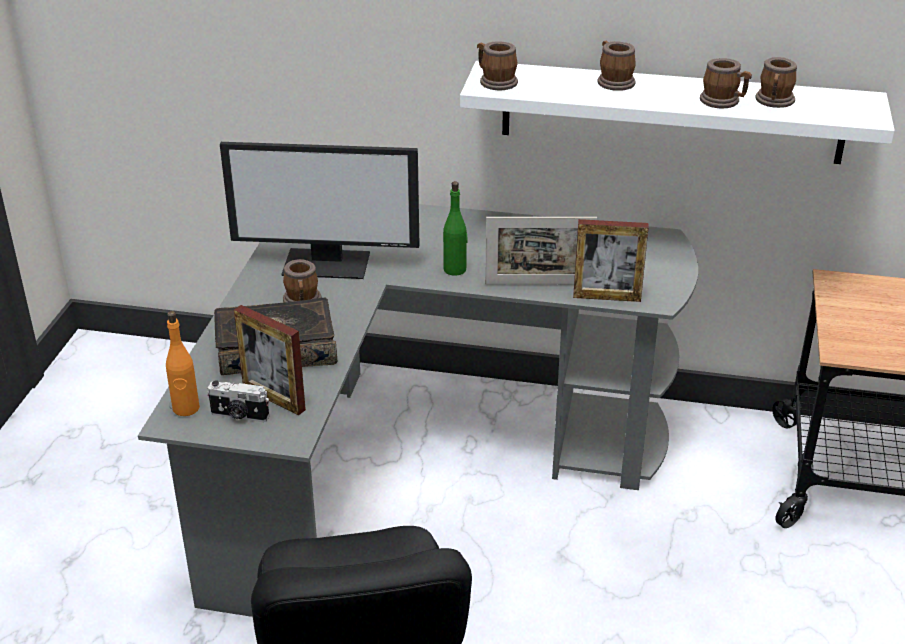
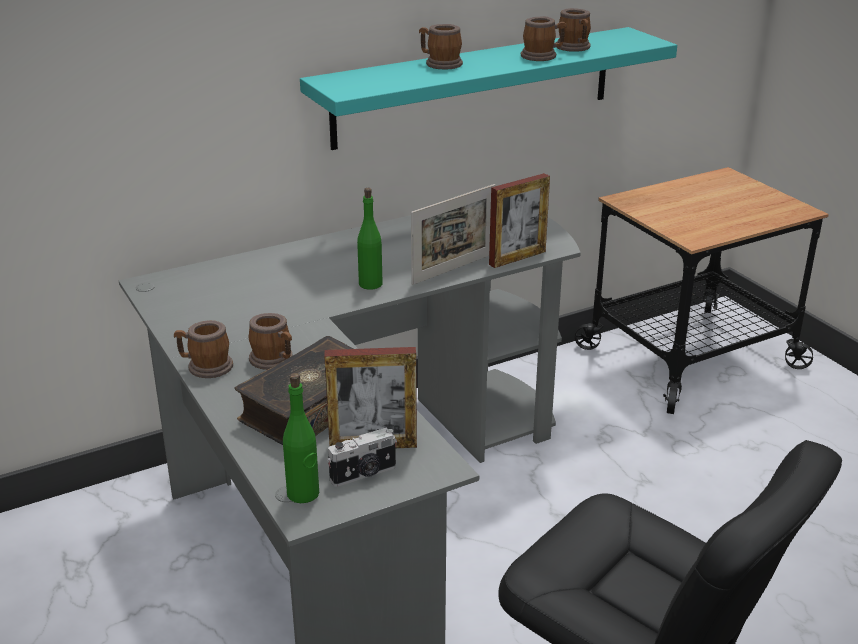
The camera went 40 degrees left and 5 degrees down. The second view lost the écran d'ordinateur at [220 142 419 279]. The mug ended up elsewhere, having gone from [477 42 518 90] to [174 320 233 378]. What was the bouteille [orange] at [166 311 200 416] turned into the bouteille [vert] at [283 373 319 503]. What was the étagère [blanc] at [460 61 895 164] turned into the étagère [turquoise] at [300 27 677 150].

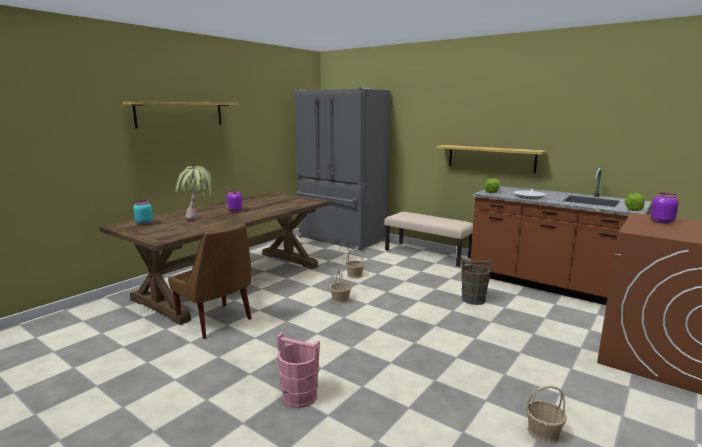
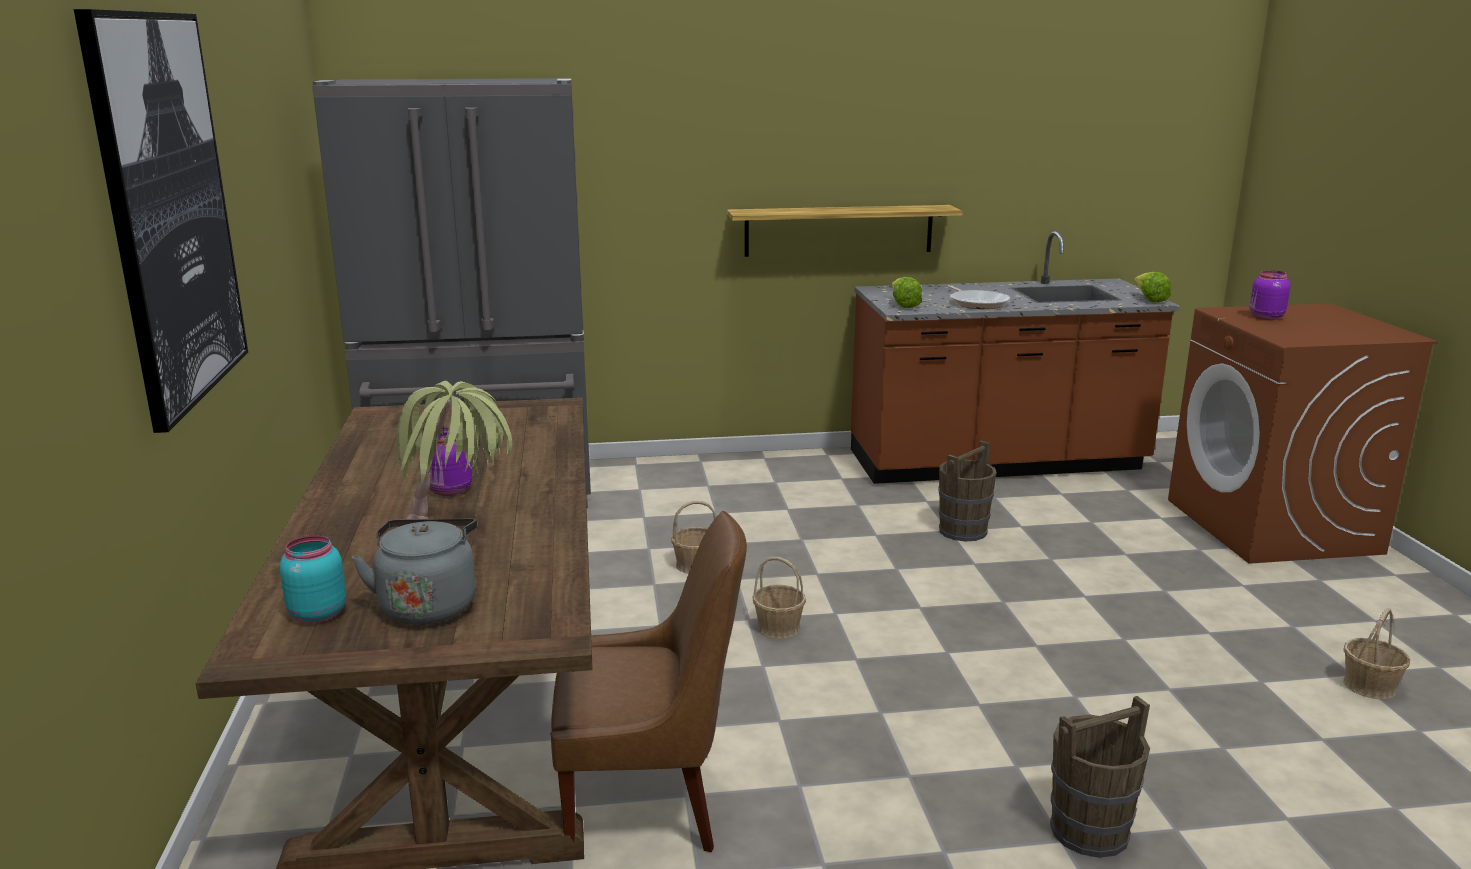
The camera went 45 degrees left and 5 degrees up. The second view lost the banc [beige] at [384 212 473 267]. The second view gained the bouilloire [gris] at [352 519 477 625]. Where the étagère hung at [123 102 238 128], the tableau came to hang at [74 9 248 433]. What was the seau [rose] at [277 333 320 408] turned into the seau [marron] at [1050 696 1150 858].

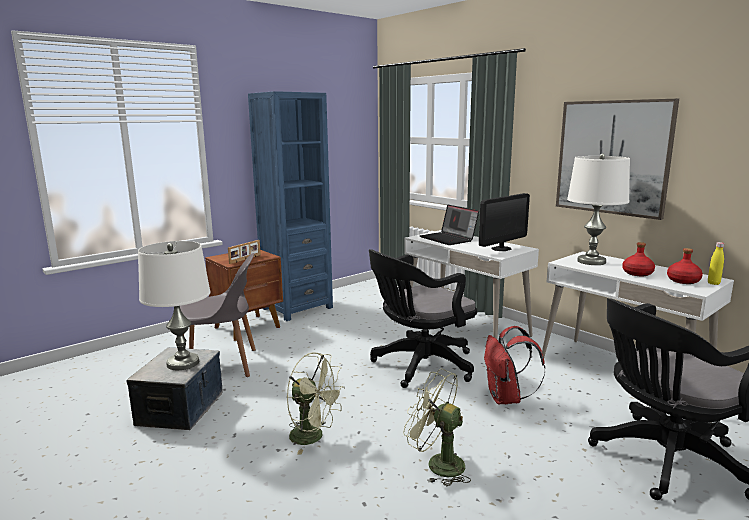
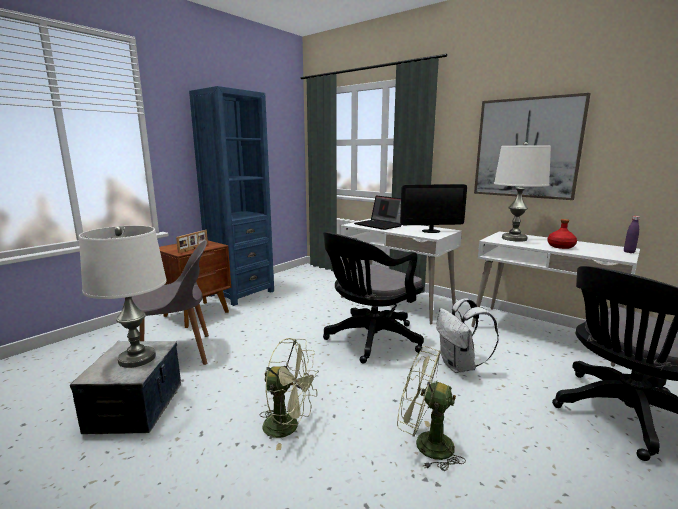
The camera went 10 degrees left and 0 degrees up. The second view lost the bouteille [rouge] at [667 248 703 284]. What was the sac à dos [rouge] at [484 326 545 405] turned into the sac à dos [blanc] at [436 298 499 373]. What was the bouteille [jaune] at [708 242 724 285] turned into the bouteille [violet] at [624 216 640 253]. The écran d'ordinateur at [479 193 530 251] ended up facing another way, 45 degrees clockwise from before.

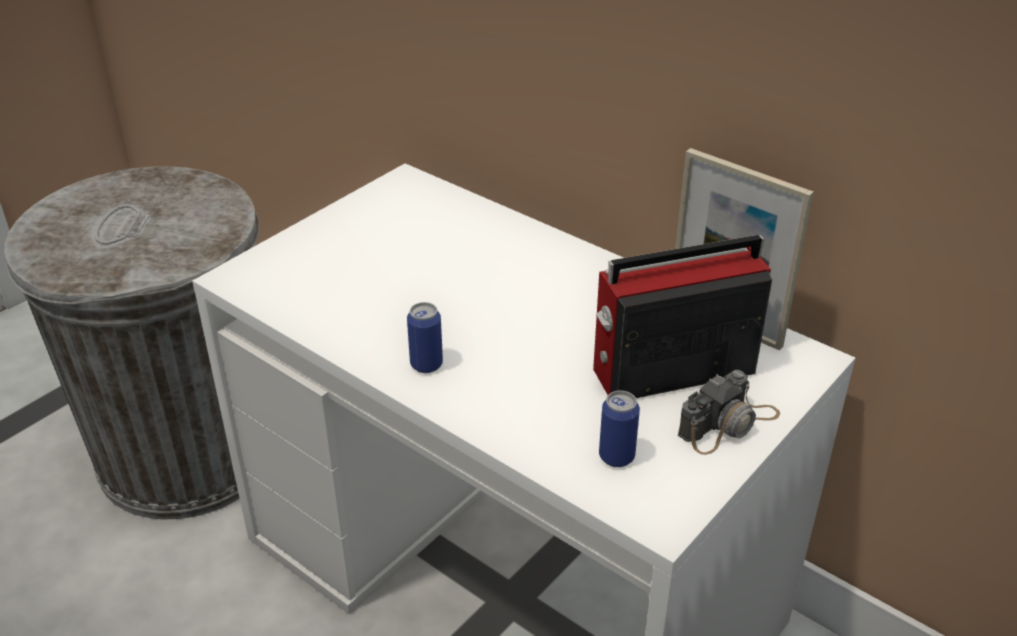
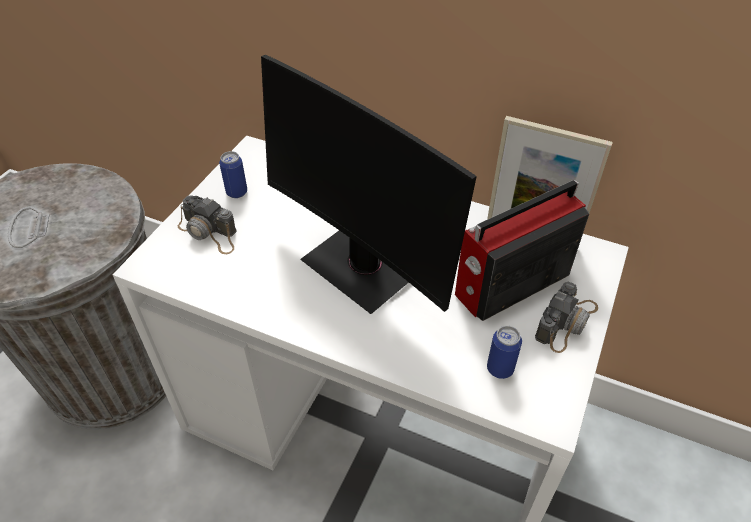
The camera went 15 degrees left and 10 degrees up. The second view gained the appareil photo at [178 196 237 254]. The second view gained the écran d'ordinateur at [261 55 477 314]. The boîte métallique ended up elsewhere, having gone from [407 302 443 373] to [219 151 247 198].

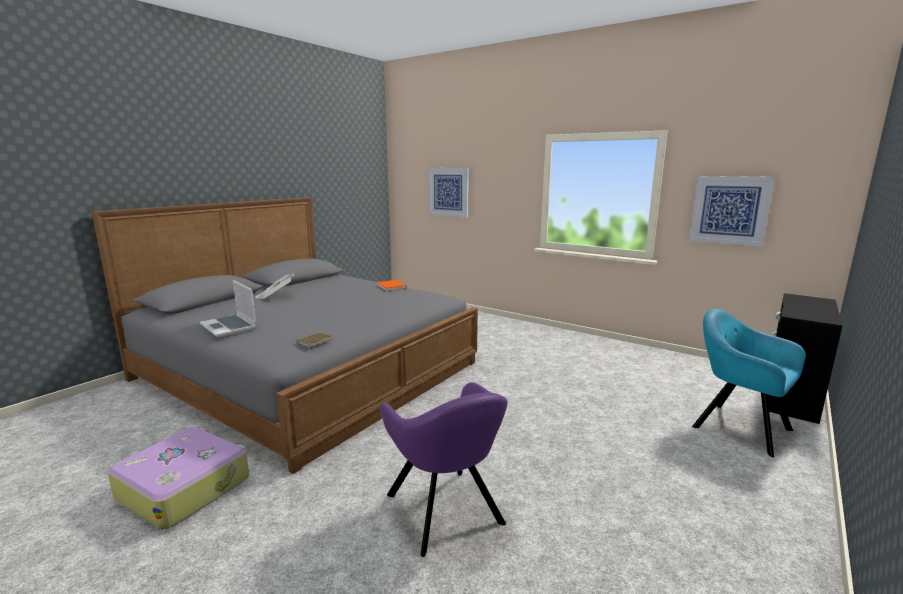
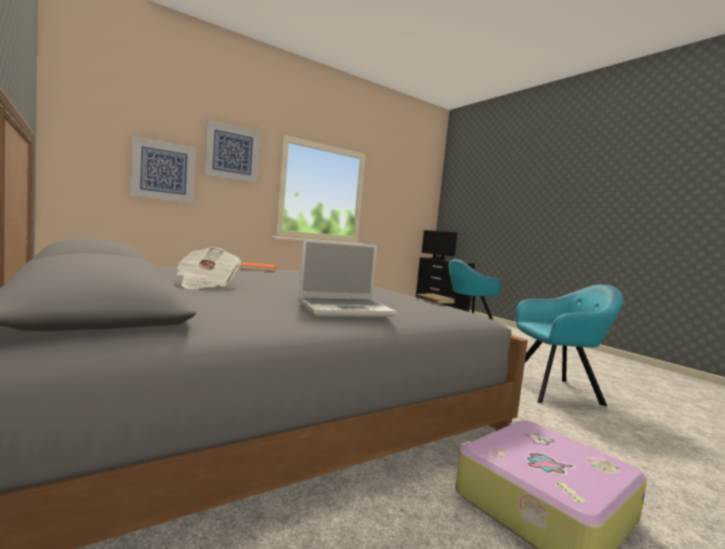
The camera went 70 degrees left and 10 degrees down. The second view gained the écran d'ordinateur at [422 230 457 260]. The tableau ended up elsewhere, having gone from [689 176 775 246] to [204 119 260 183]. What was the fauteuil [violet] at [380 382 508 557] turned into the fauteuil [turquoise] at [516 284 623 406].

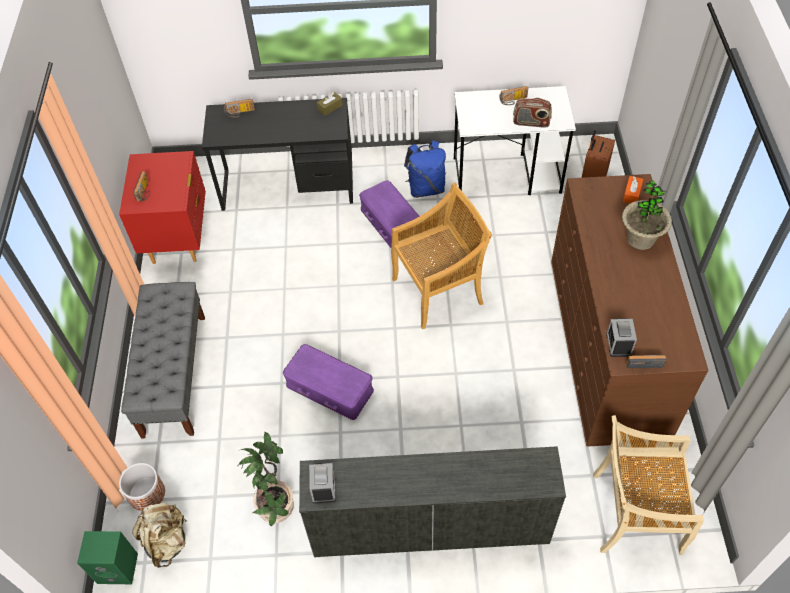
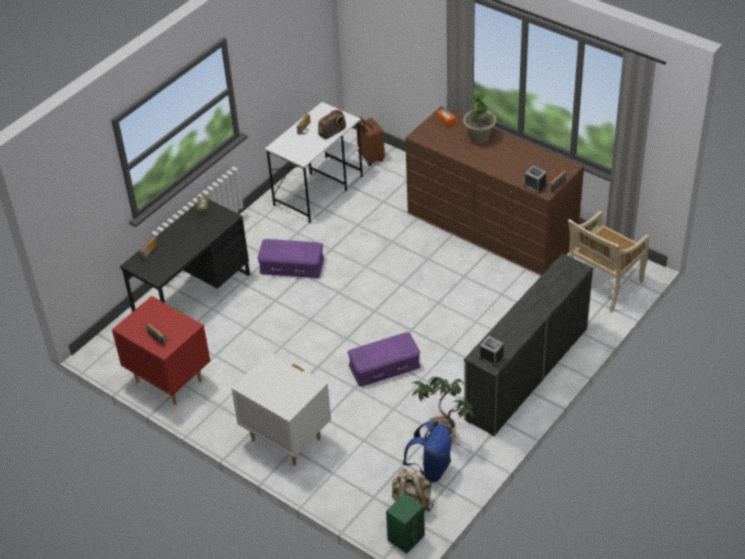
The camera went 50 degrees left and 10 degrees down. The second view lost the cache-pot at [119 463 165 511]. The second view lost the chaise [beige] at [391 183 492 329]. The sac à dos [bleu] ended up elsewhere, having gone from [404 140 446 198] to [403 422 452 483]. Where the banc [gris] stood at [121 282 205 439], the table de chevet [blanc] came to stand at [231 351 331 466].

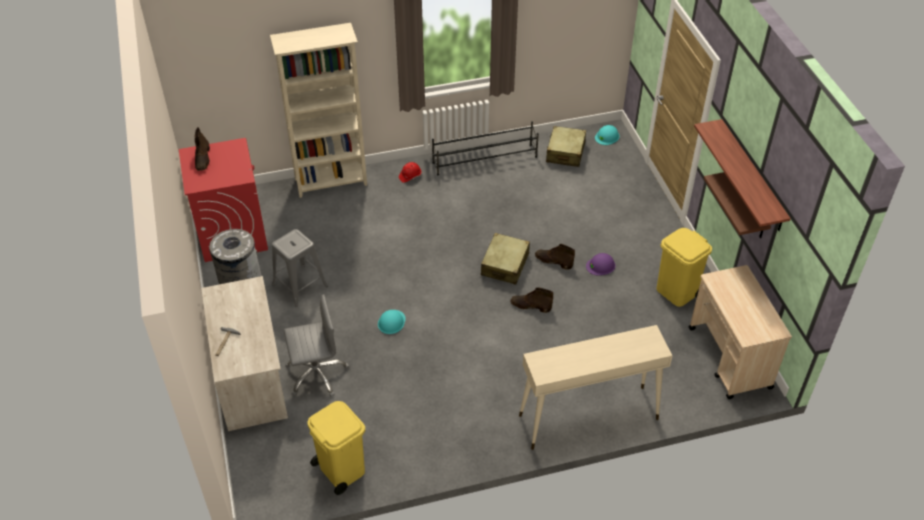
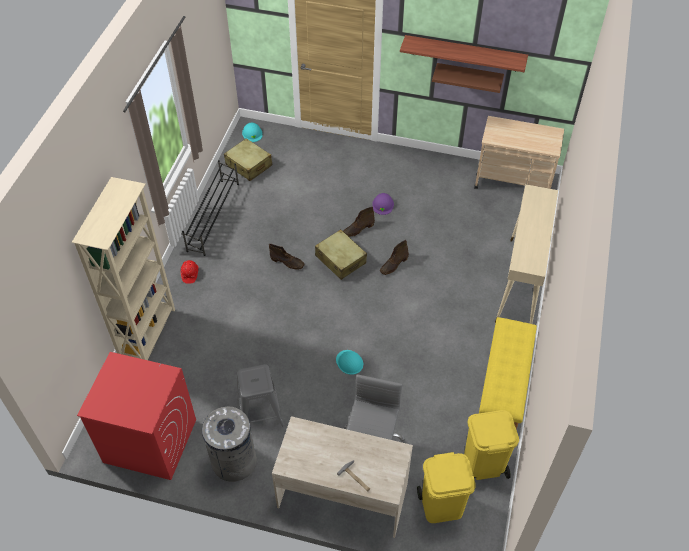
The camera went 60 degrees left and 5 degrees up. The second view gained the banc [jaune] at [479 317 537 429]. The botte [marron] ended up elsewhere, having gone from [195 127 210 171] to [269 244 304 270]. The poubelle [jaune] ended up elsewhere, having gone from [656 228 712 307] to [417 452 476 523].

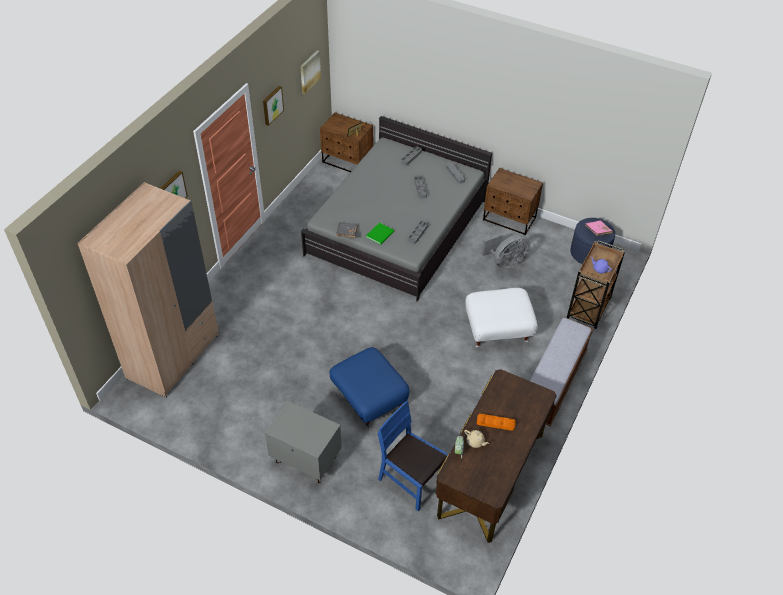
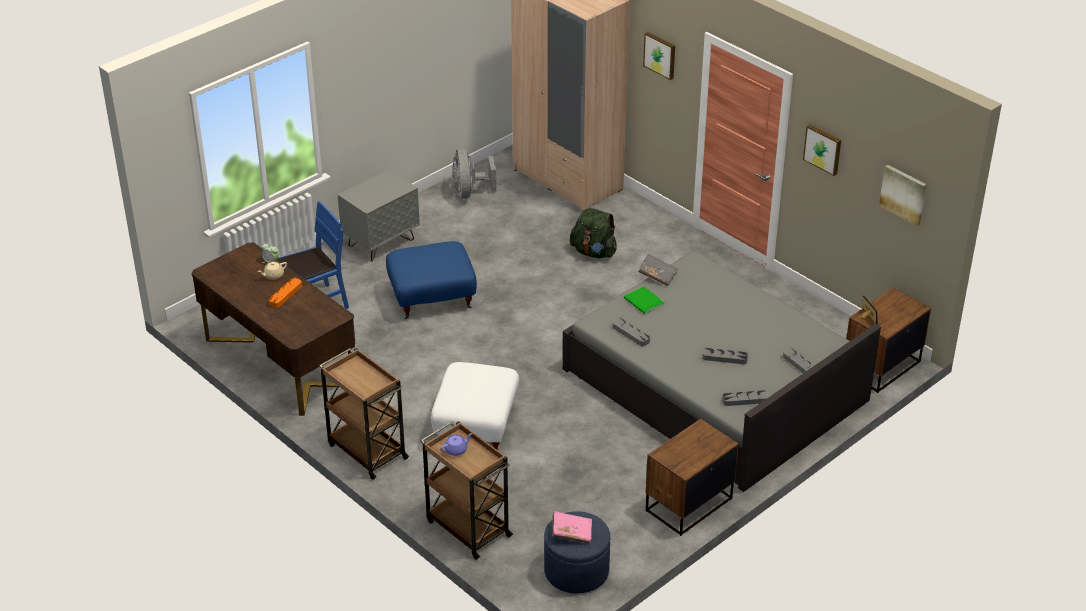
The camera went 110 degrees right and 10 degrees down. The second view gained the sac à dos [vert] at [570 208 617 258]. The ventilateur [gris] ended up elsewhere, having gone from [481 233 530 269] to [452 148 496 199]. Where the banc stood at [530 317 594 426], the chariot [marron] came to stand at [319 348 409 480].

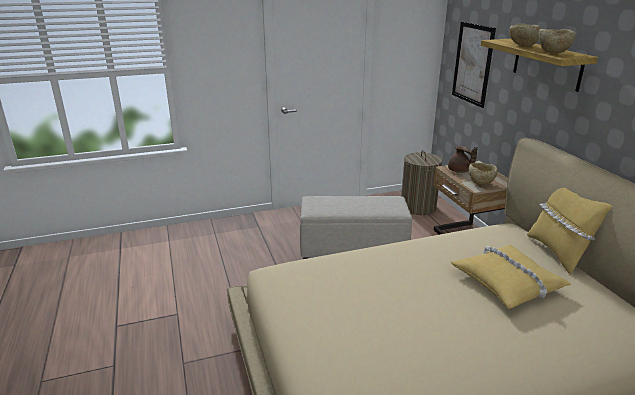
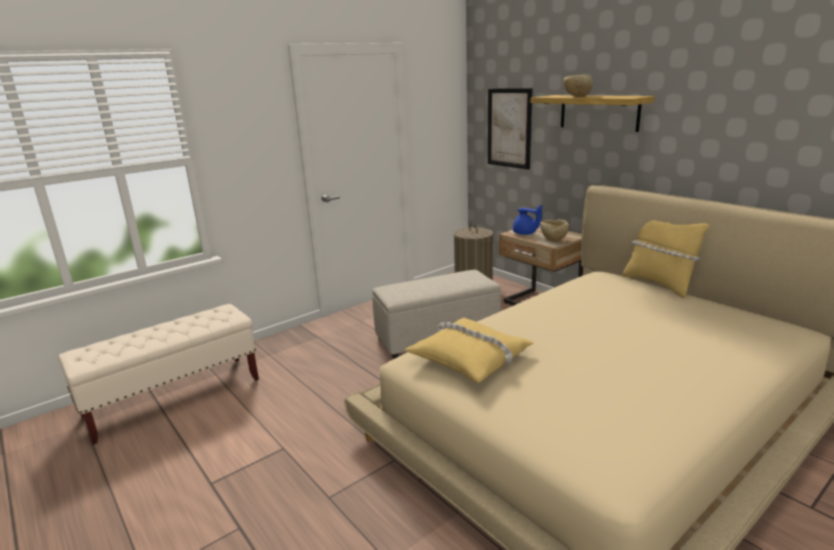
The camera went 20 degrees left and 5 degrees down. The second view lost the bol [beige] at [538 29 576 53]. The second view gained the banc [beige] at [59 304 259 445]. The coussin [jaune] ended up elsewhere, having gone from [451 245 571 309] to [405 318 534 383]. What was the théière [marron] at [448 146 478 173] turned into the théière [bleu] at [513 205 542 235].

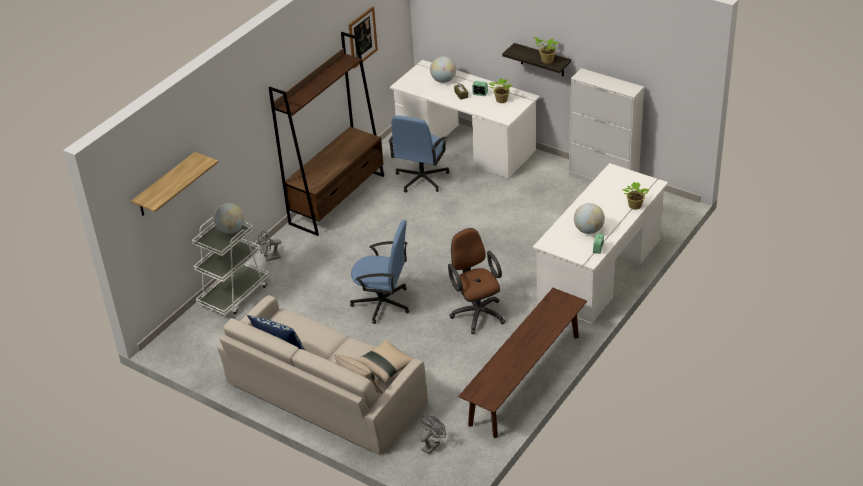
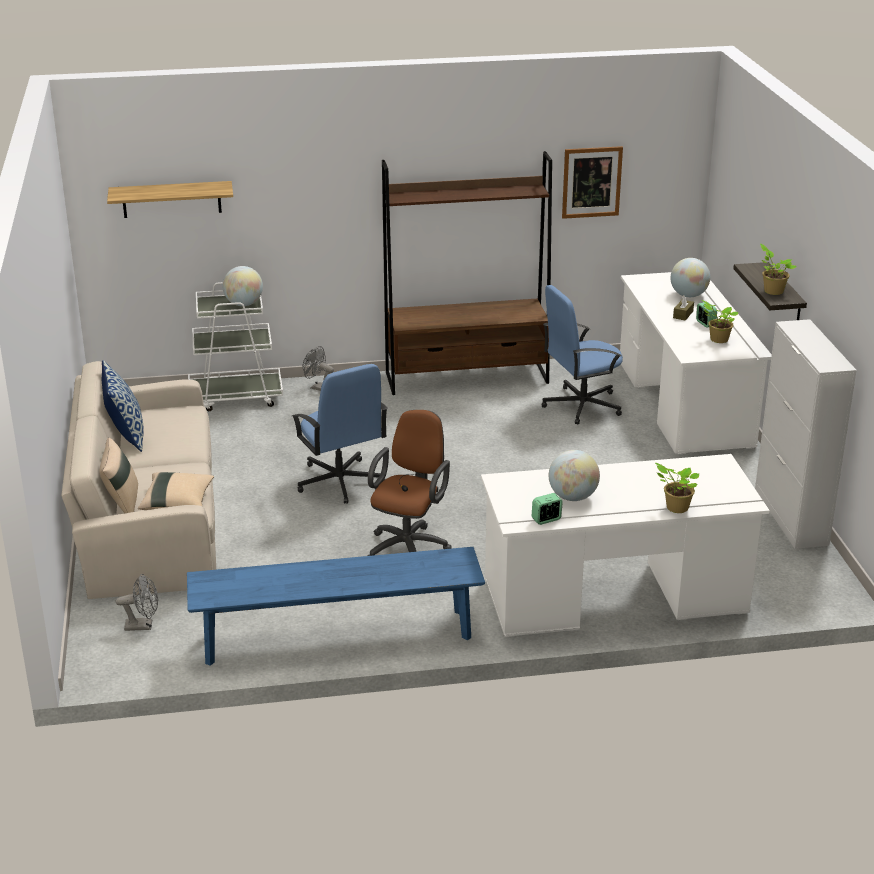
The camera went 45 degrees right and 10 degrees down. What was the banc [marron] at [458 288 587 438] turned into the banc [bleu] at [187 547 485 666].

